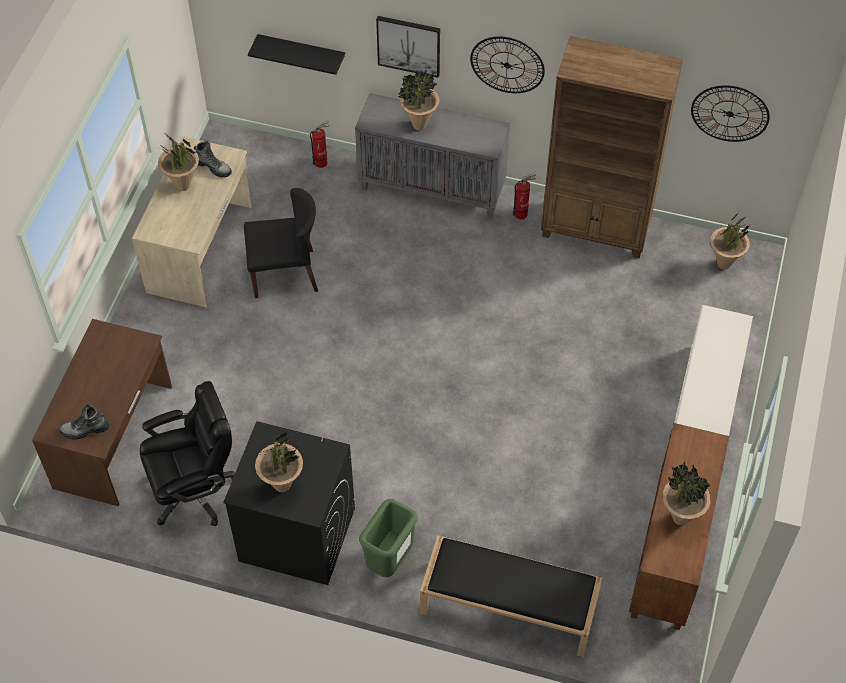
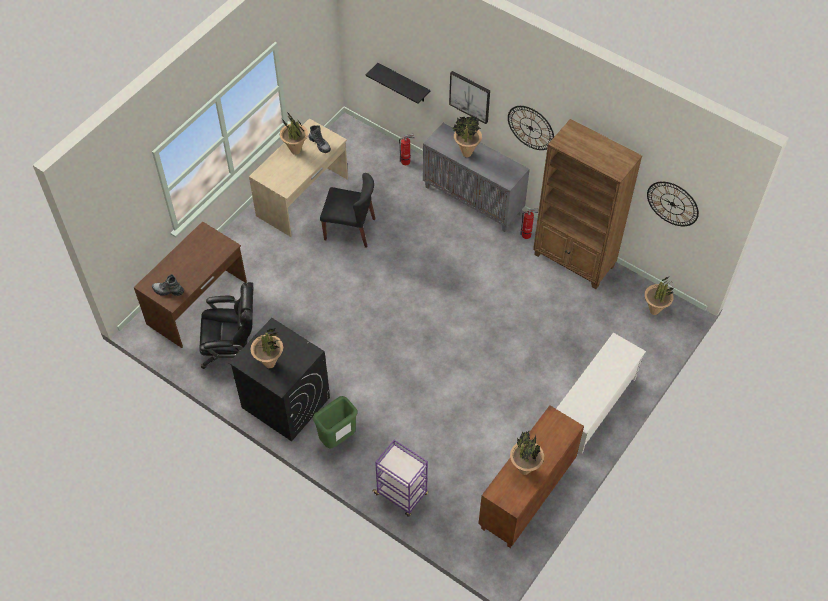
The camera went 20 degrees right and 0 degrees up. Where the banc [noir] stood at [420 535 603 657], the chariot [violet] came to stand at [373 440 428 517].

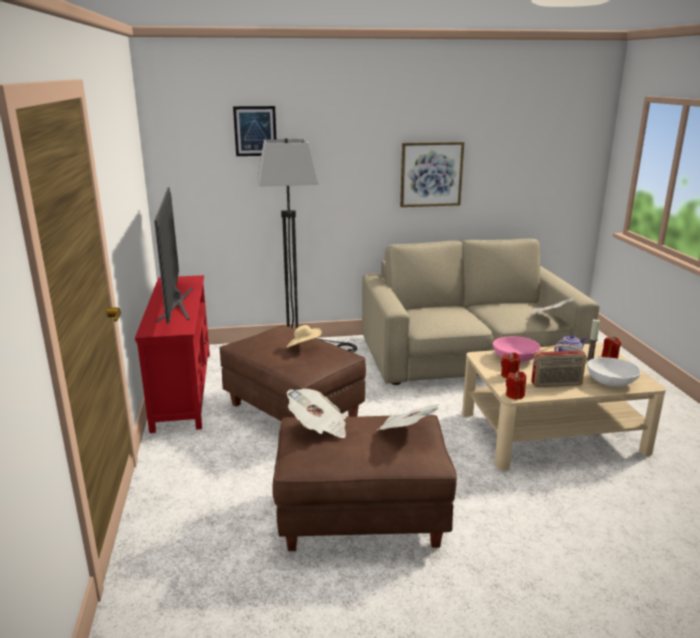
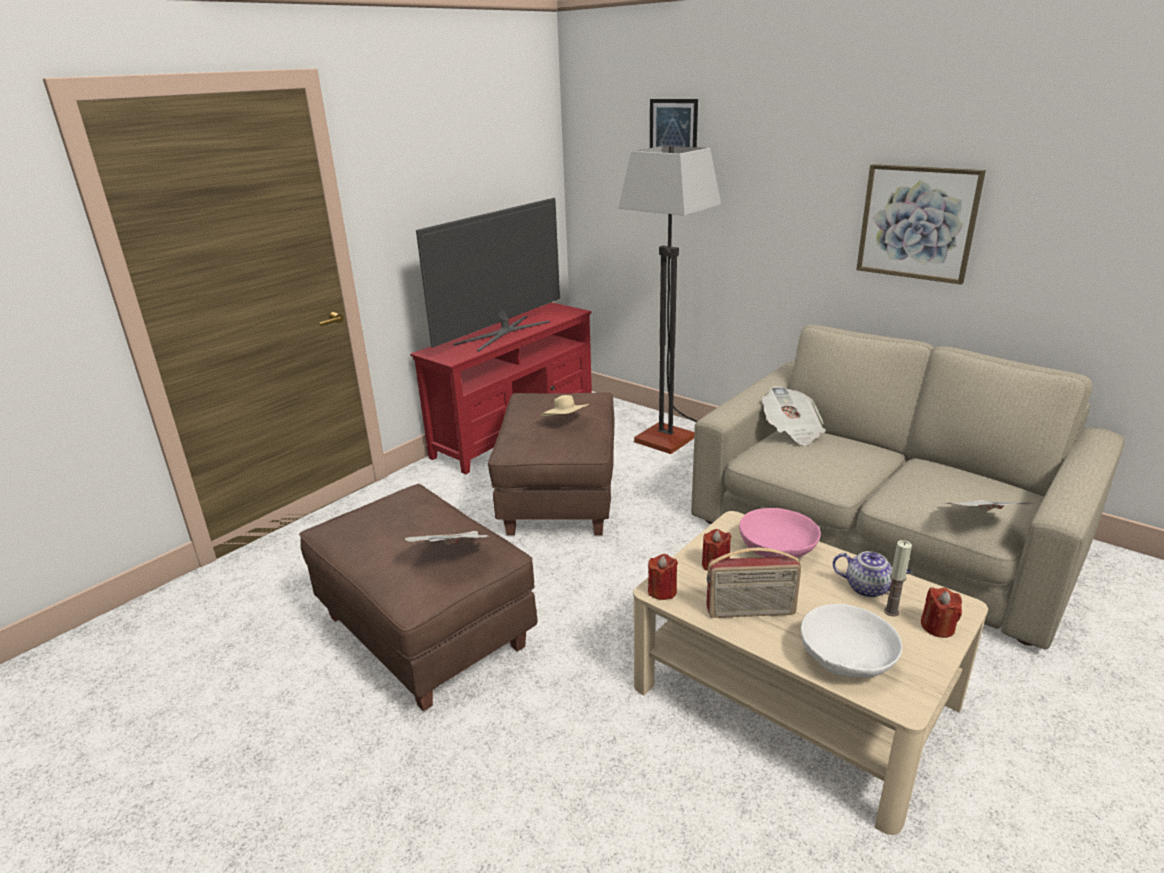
The camera went 50 degrees right and 5 degrees up. The journal ended up elsewhere, having gone from [287 389 346 438] to [762 386 826 446]. The radio at [531 344 586 387] ended up facing another way, 45 degrees counterclockwise from before.

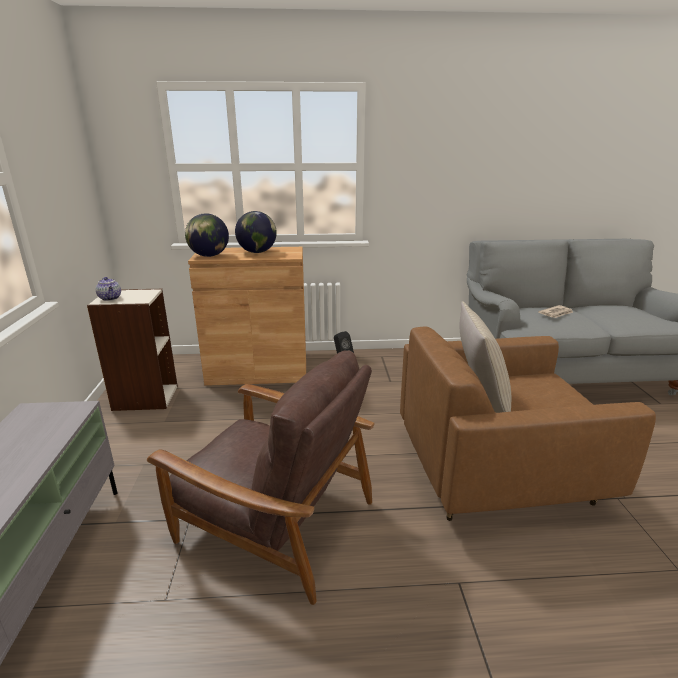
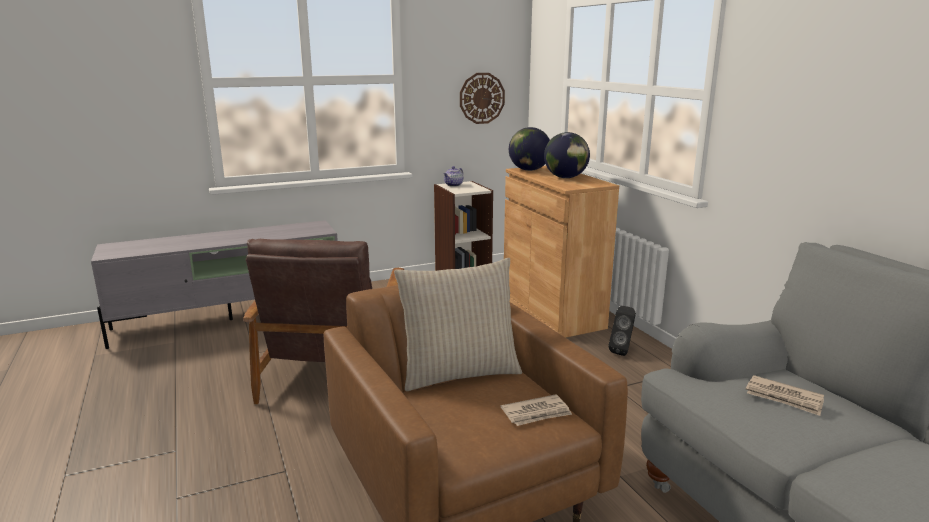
The camera went 70 degrees right and 5 degrees down. The second view gained the horloge murale at [460 73 505 124]. The second view gained the journal at [501 394 572 426].

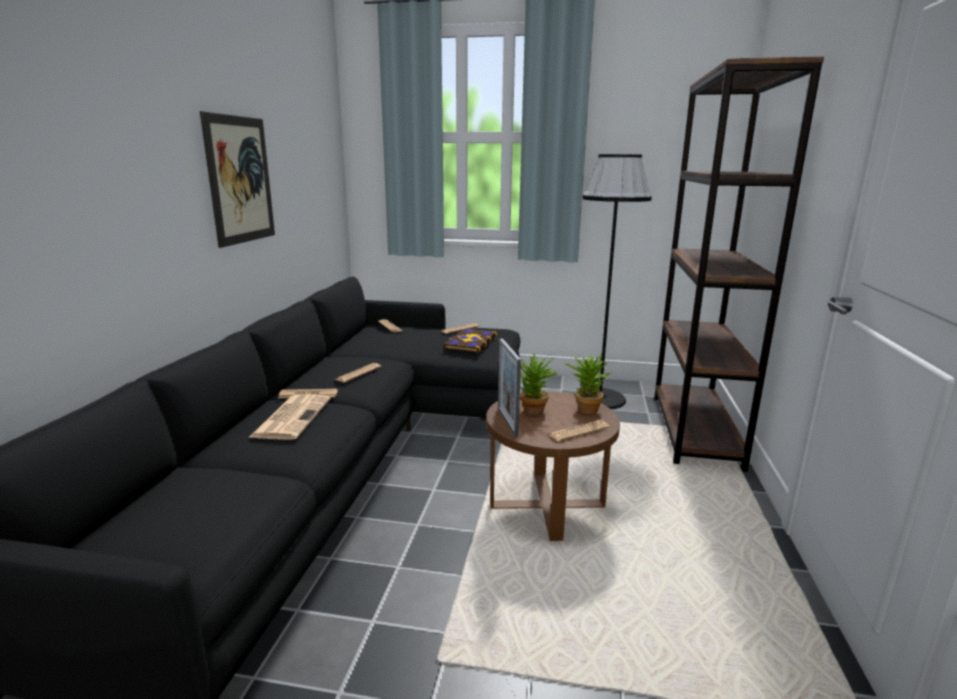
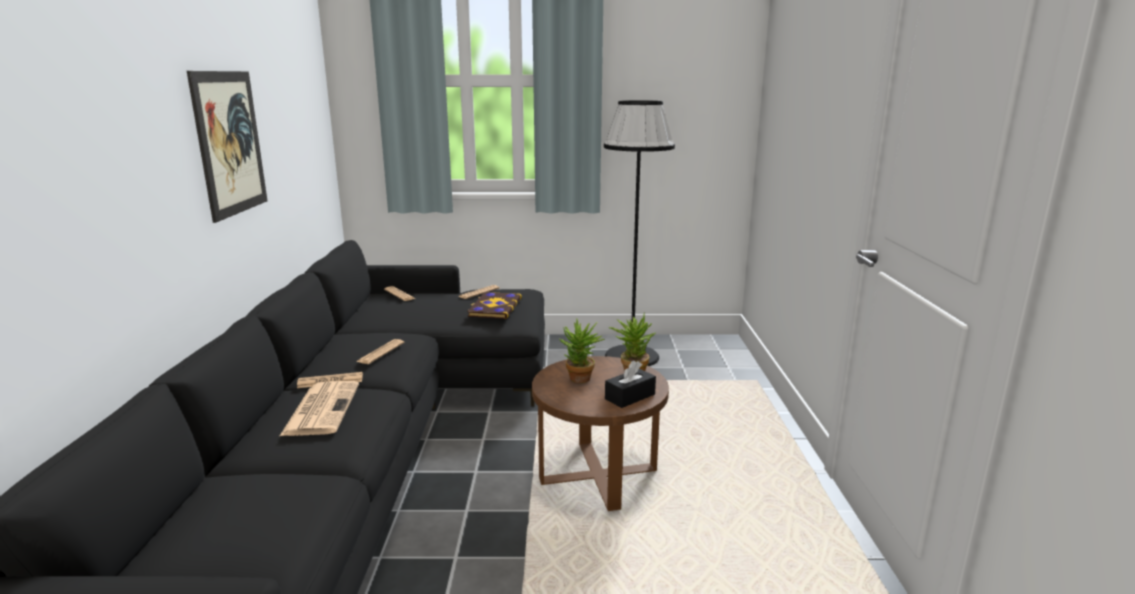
The camera went 10 degrees left and 0 degrees up. The second view lost the cadre photo at [498 339 521 436]. The second view lost the bibliothèque [marron] at [654 56 824 472]. Where the journal stood at [548 420 609 441], the boîte à mouchoirs [noir] came to stand at [605 361 656 408].

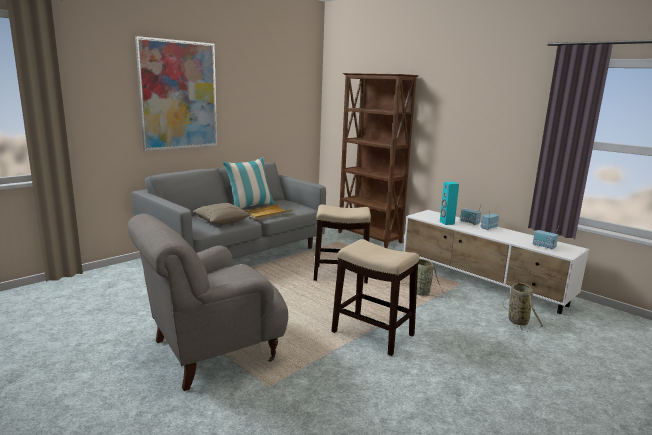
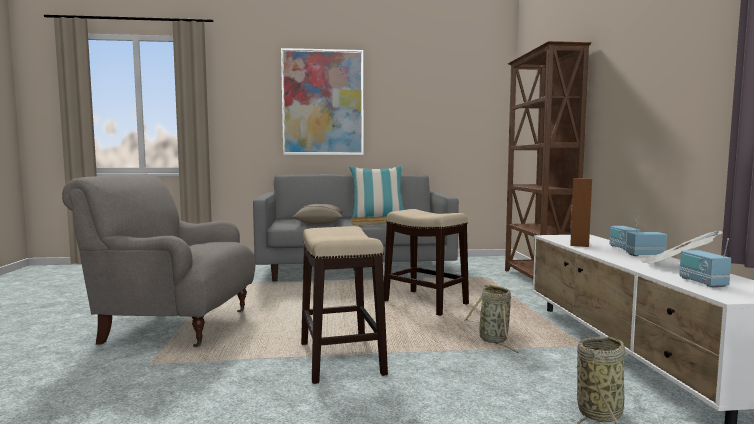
The camera went 40 degrees right and 10 degrees down. The second view gained the journal at [641 231 723 264]. What was the enceinte [turquoise] at [440 182 459 225] turned into the enceinte [marron] at [570 178 592 247].

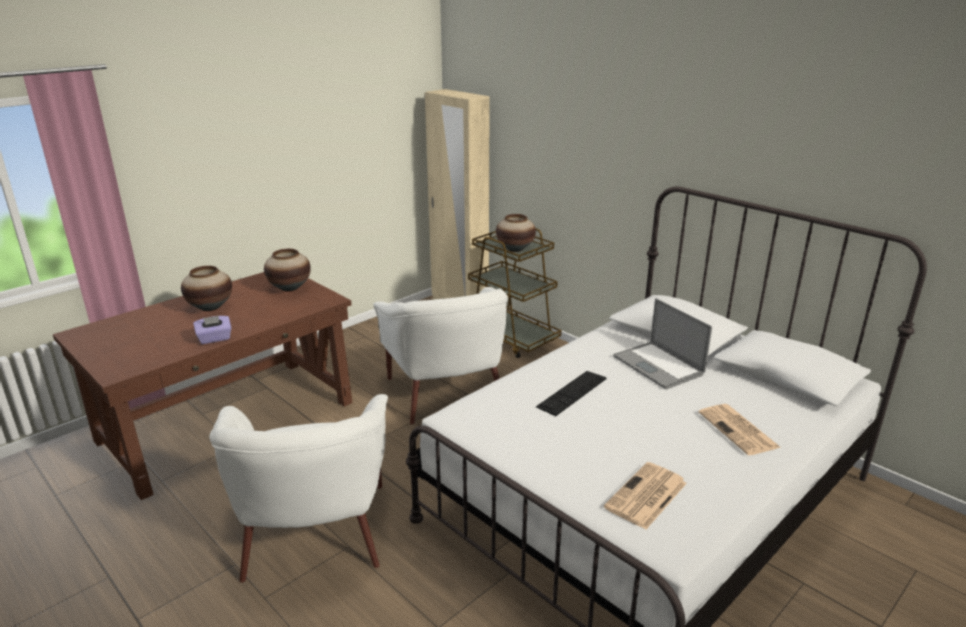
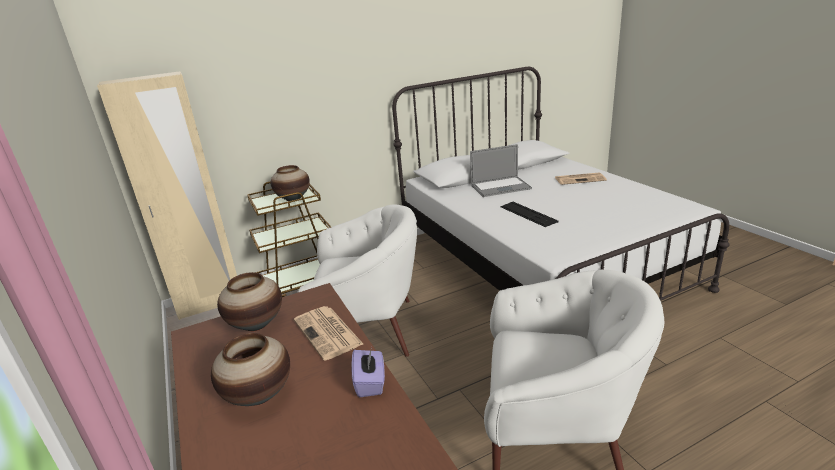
The camera went 70 degrees left and 0 degrees up. The journal ended up elsewhere, having gone from [604 462 687 529] to [294 306 363 360].

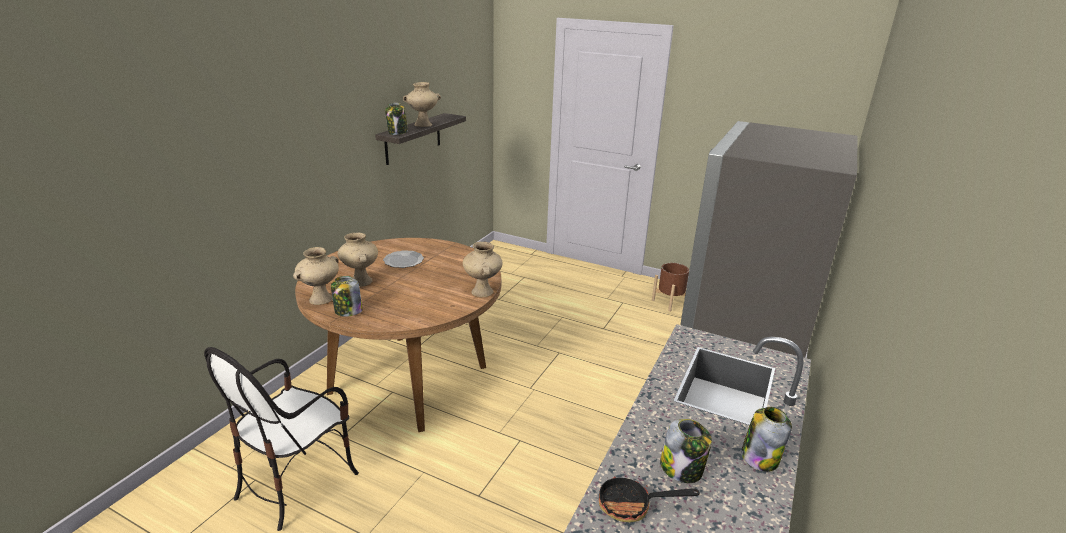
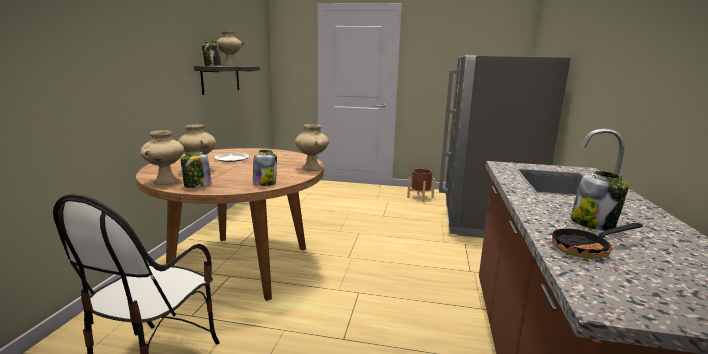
The camera went 15 degrees left and 10 degrees down. The bocal ended up elsewhere, having gone from [741 407 792 472] to [253 150 277 186].

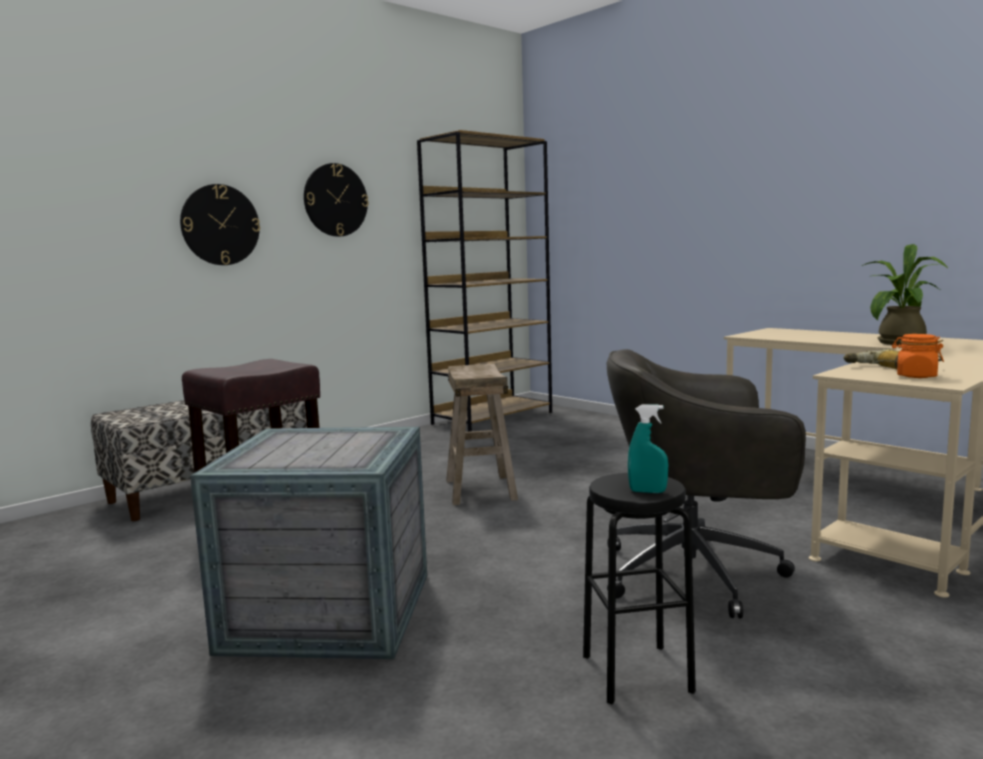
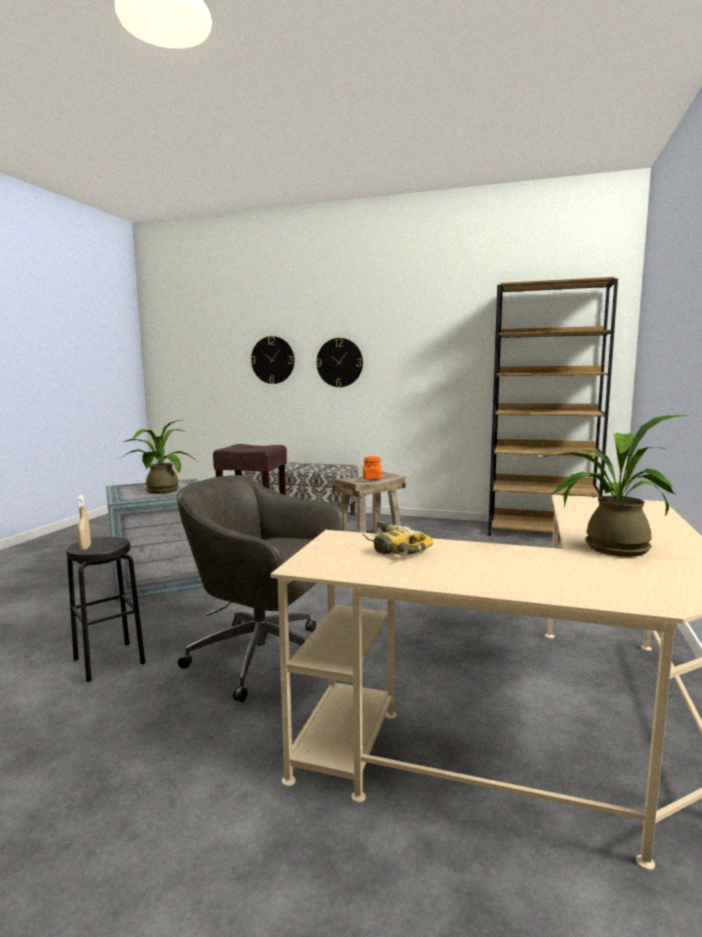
The camera went 60 degrees right and 0 degrees up. The second view gained the plante en pot at [118 420 200 494]. The horloge murale ended up elsewhere, having gone from [304 163 369 237] to [251 336 294 384]. The bocal [orange] ended up elsewhere, having gone from [892 334 944 378] to [363 456 382 480]. What was the vaporisateur [turquoise] at [628 405 668 493] turned into the vaporisateur [beige] at [77 494 91 550]. The chaise de bureau [gris] at [606 349 806 619] ended up facing another way, 45 degrees counterclockwise from before.

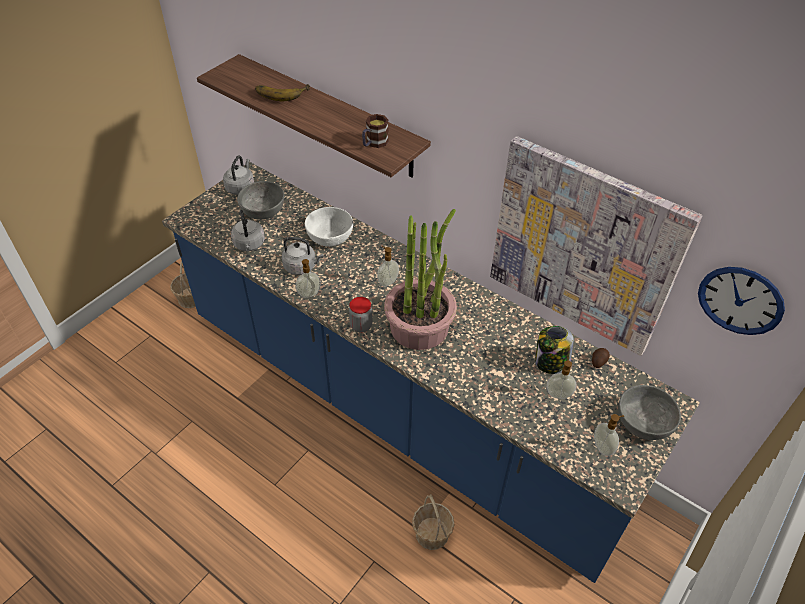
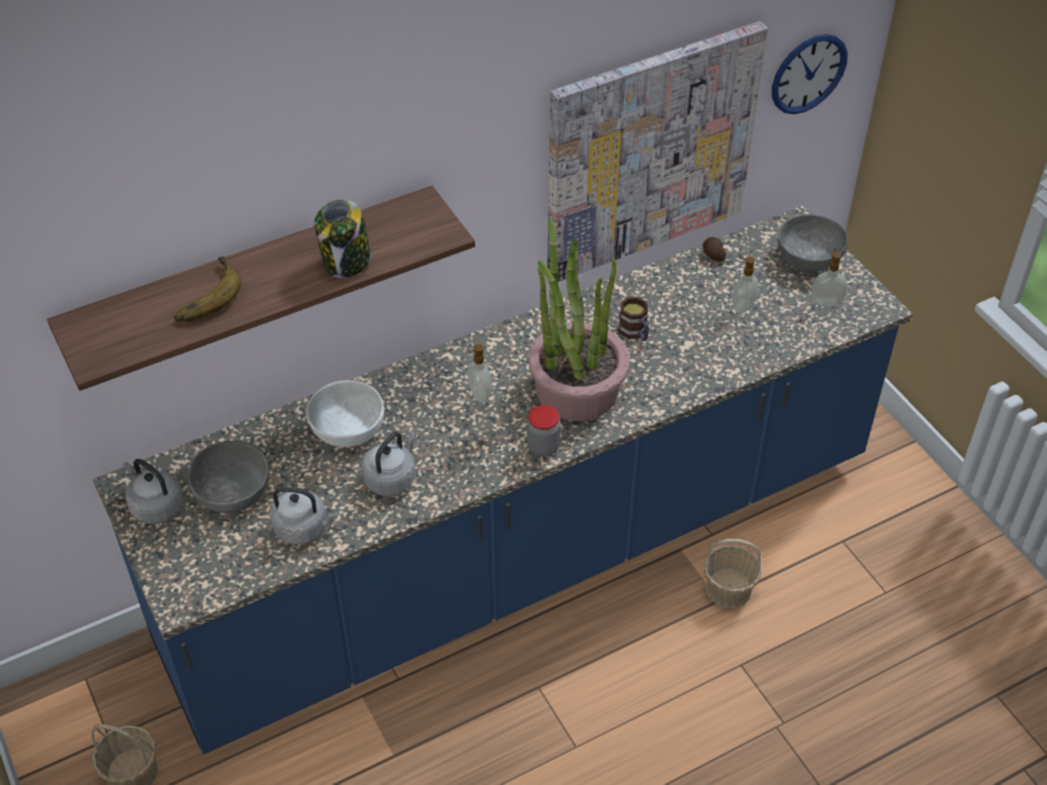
The camera went 65 degrees left and 0 degrees up. The second view lost the distributeur de savon at [296 259 321 298]. The mug ended up elsewhere, having gone from [362 114 388 148] to [619 297 649 341]. The bocal ended up elsewhere, having gone from [535 326 574 374] to [314 200 371 278].

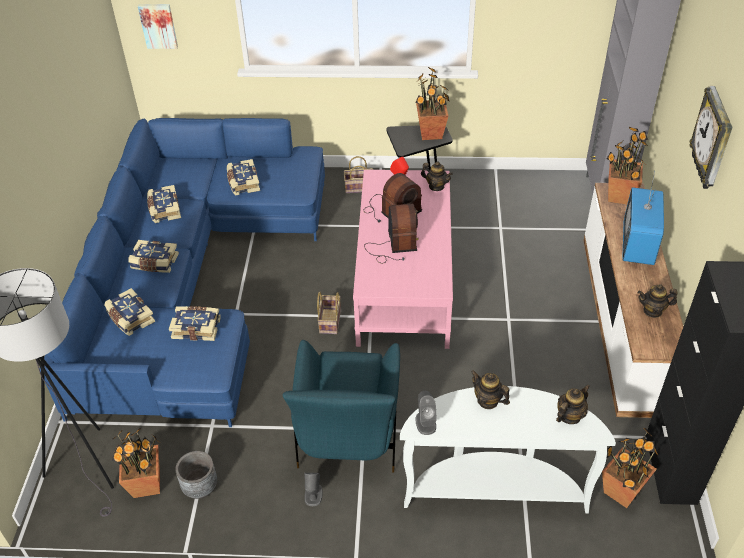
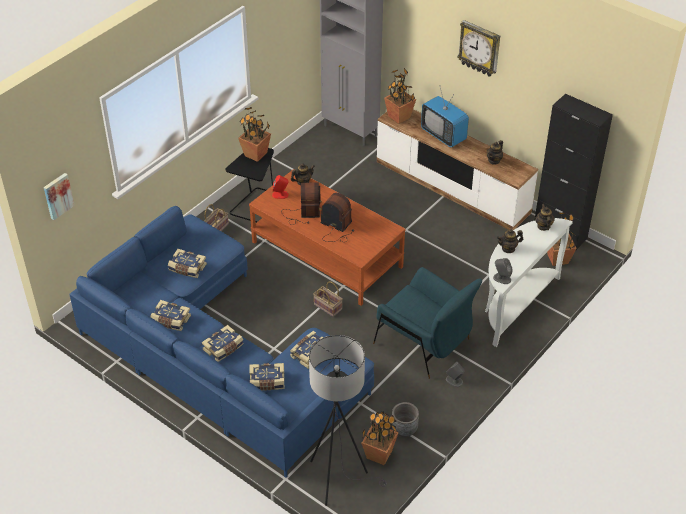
The camera went 55 degrees left and 0 degrees up. What was the table basse [rose] at [353 170 453 349] turned into the table basse [marron] at [249 169 406 306].

